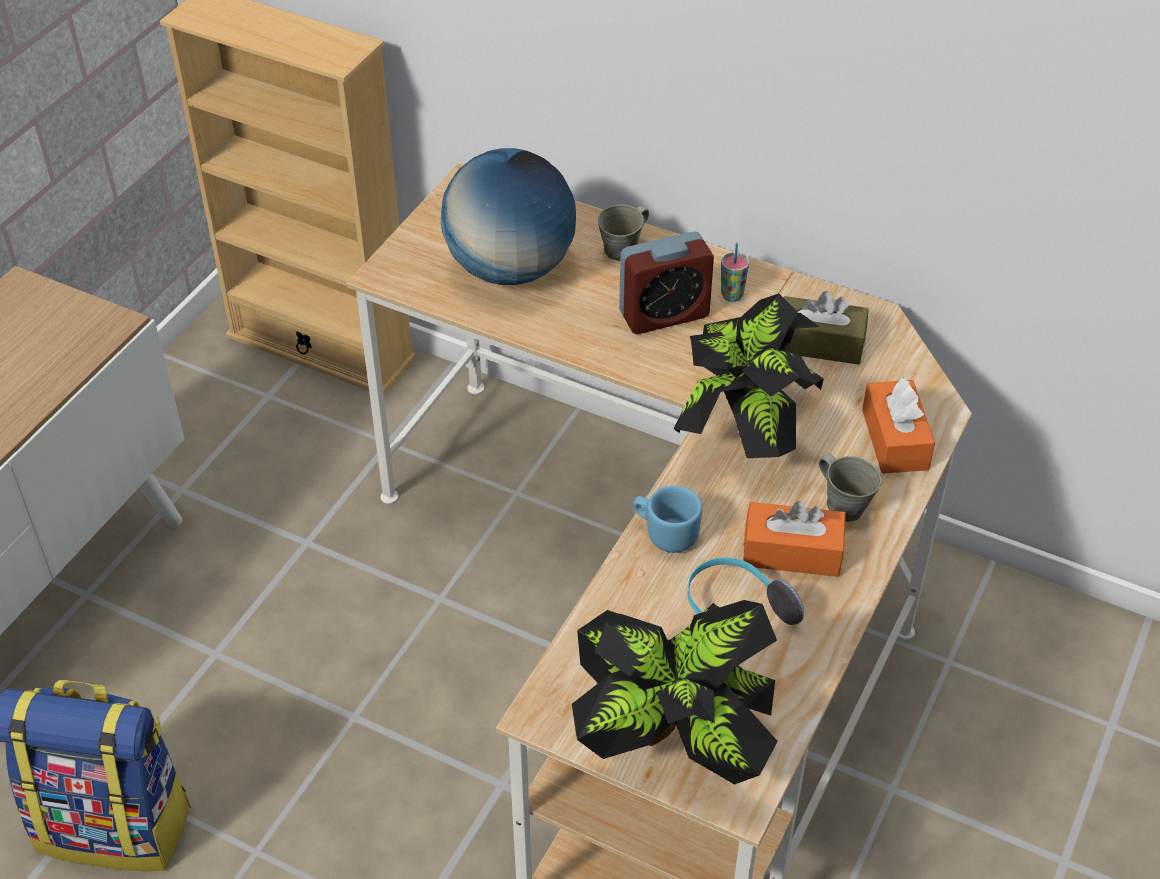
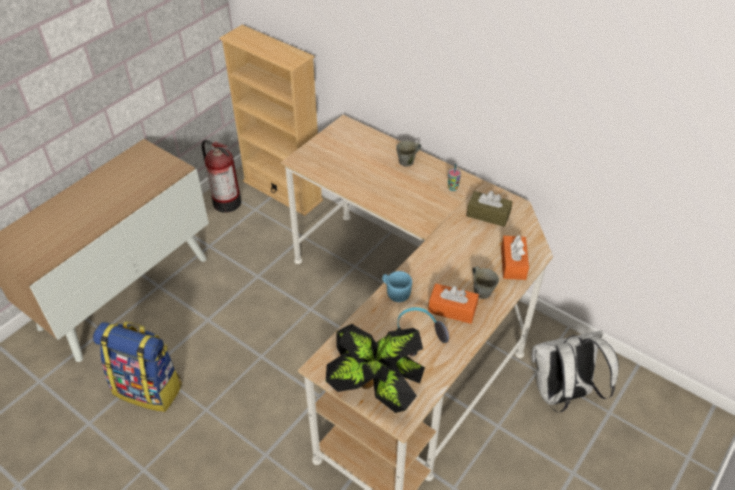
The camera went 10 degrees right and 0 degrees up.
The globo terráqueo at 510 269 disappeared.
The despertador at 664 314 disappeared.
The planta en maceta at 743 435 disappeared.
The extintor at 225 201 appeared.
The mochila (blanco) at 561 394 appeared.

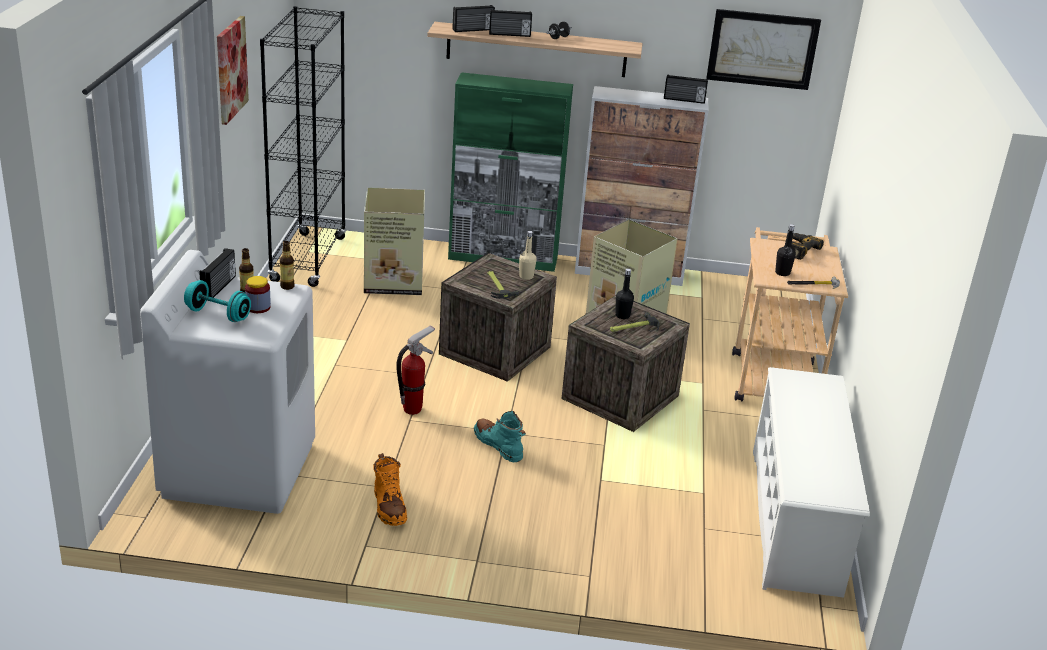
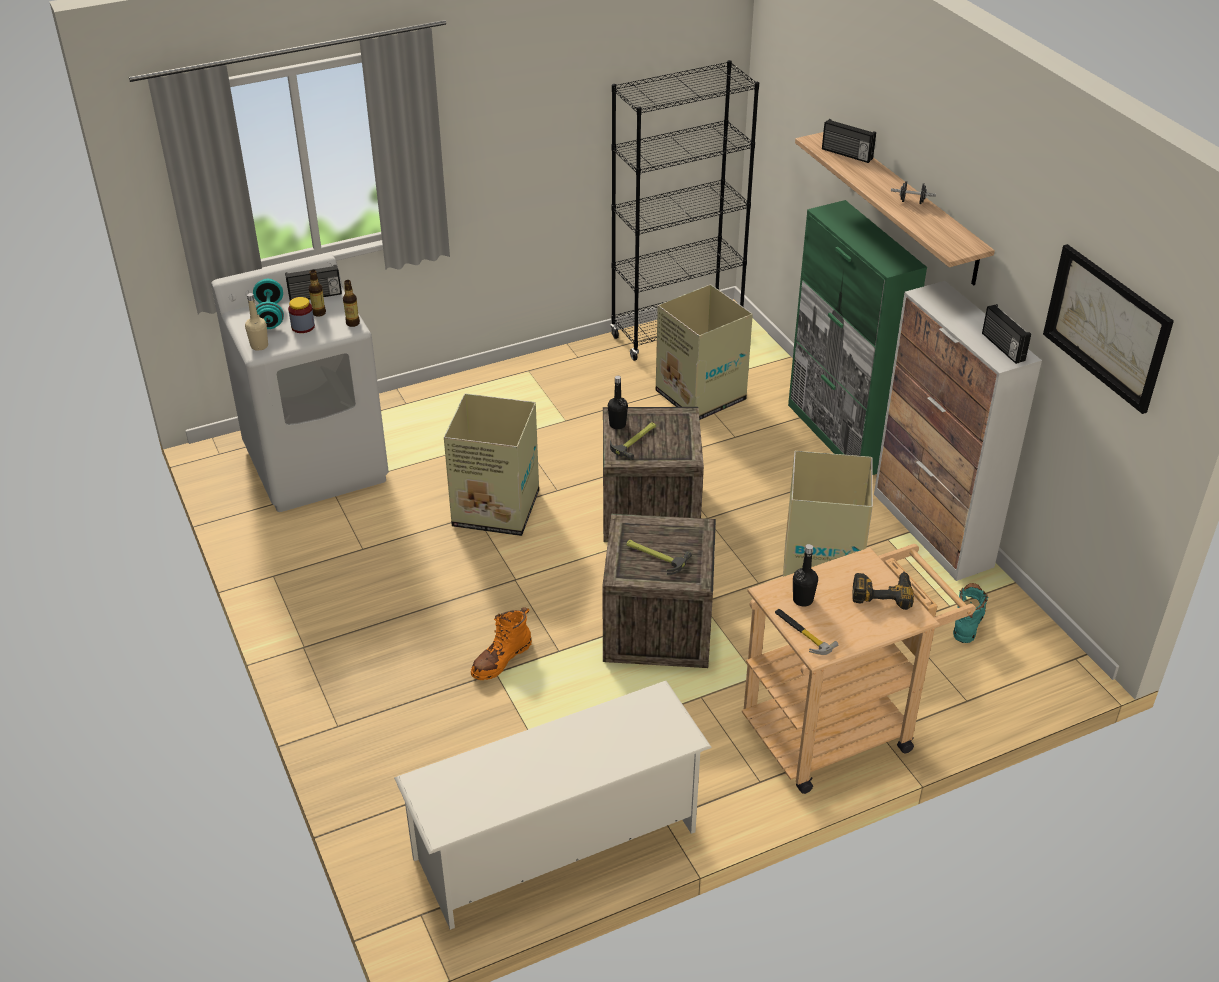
The camera went 60 degrees right and 10 degrees up.
The cuadro at 230 69 disappeared.
The bota (naranja) moved from 389 507 to 501 659.
The extintor at 413 409 was replaced by the caja de cartón at 494 508.
The bota (turquesa) moved from 498 445 to 968 618.
The radio at 509 34 disappeared.
The botella (beis) moved from 526 276 to 259 346.
The botella (negro) moved from 622 315 to 617 424.

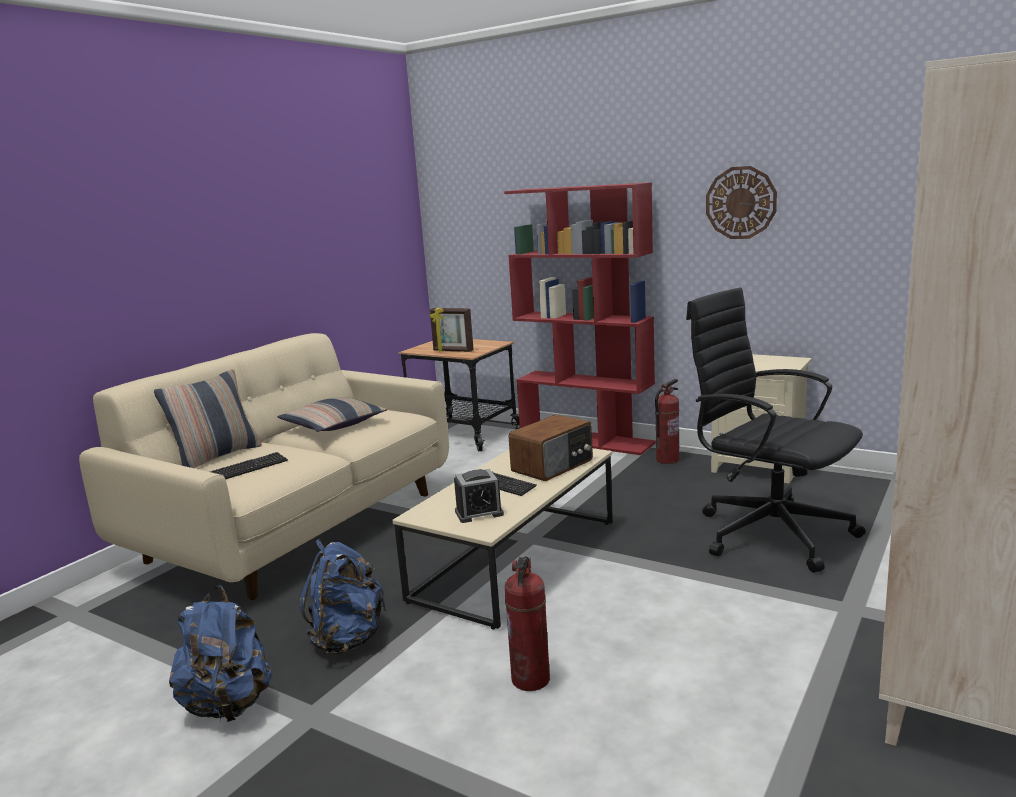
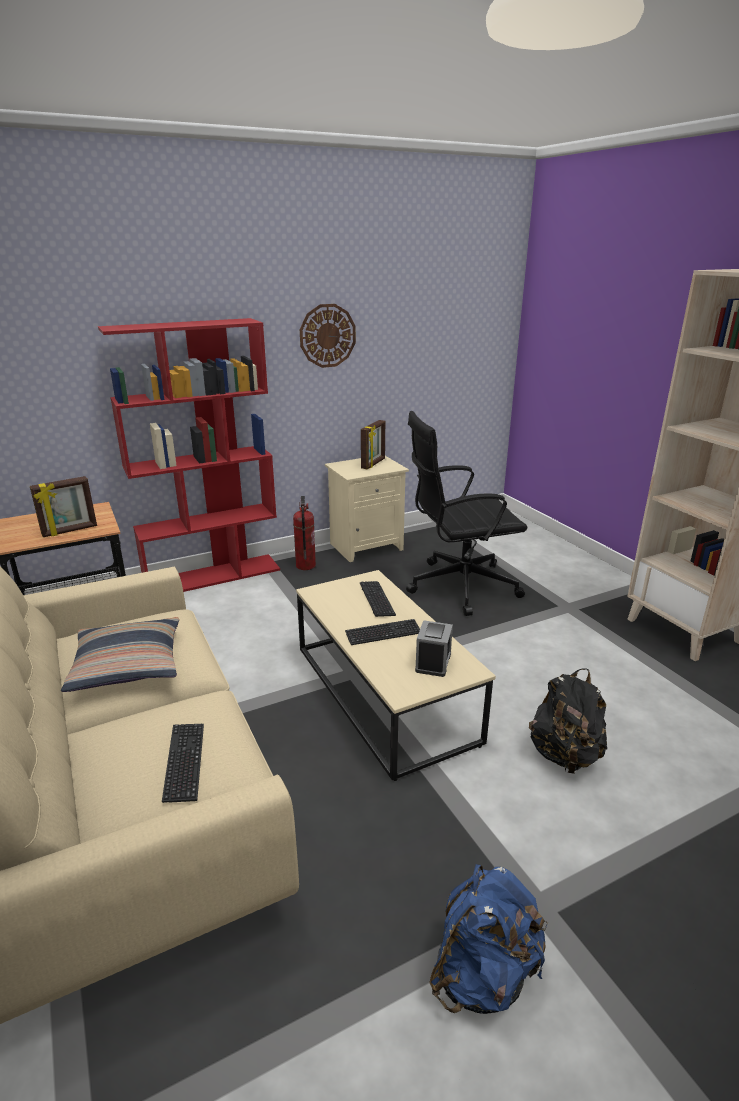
The camera went 60 degrees left and 10 degrees up.
The cojín at 217 457 disappeared.
The mochila (azul) at 347 639 disappeared.
The extintor at 531 680 was replaced by the mochila (negro) at 564 755.
The radio at 553 466 was replaced by the teclado at 377 600.
The portarretratos at 373 464 appeared.

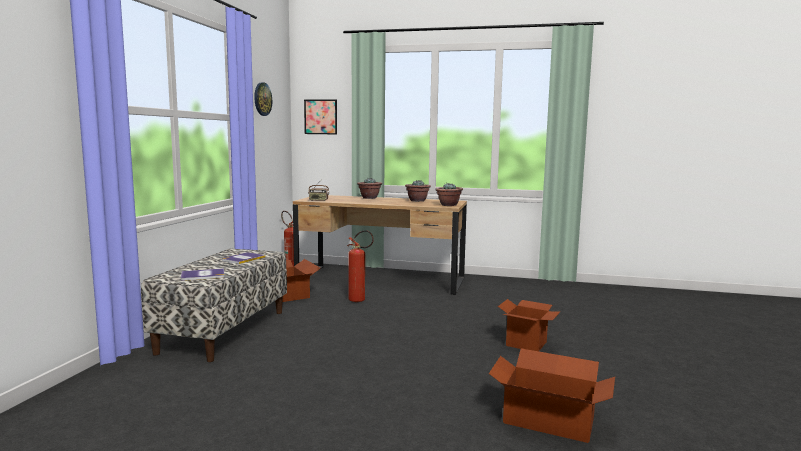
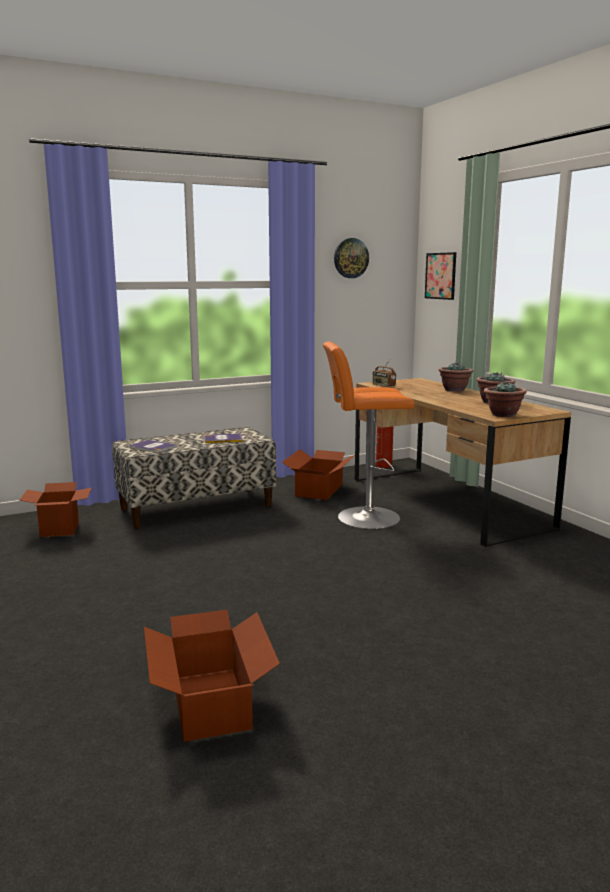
The camera went 50 degrees right and 5 degrees up.
The extintor at 360 300 was replaced by the taburete (naranja) at 364 517.
The caja de cartón moved from 526 344 to 59 529.

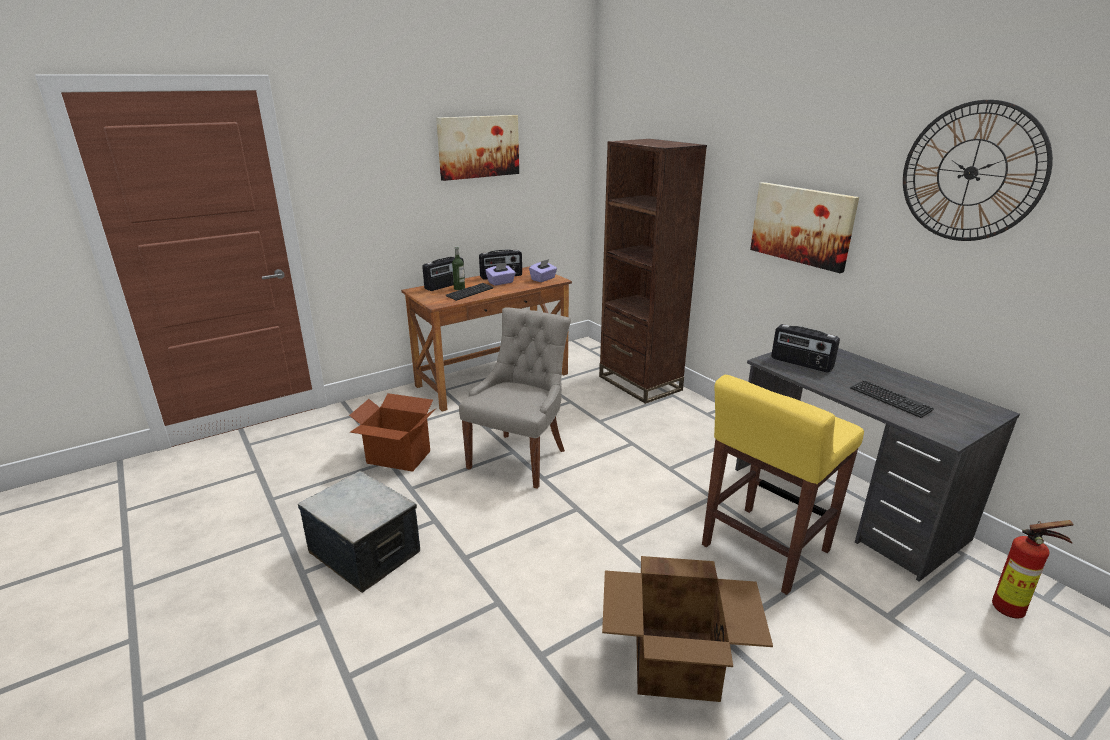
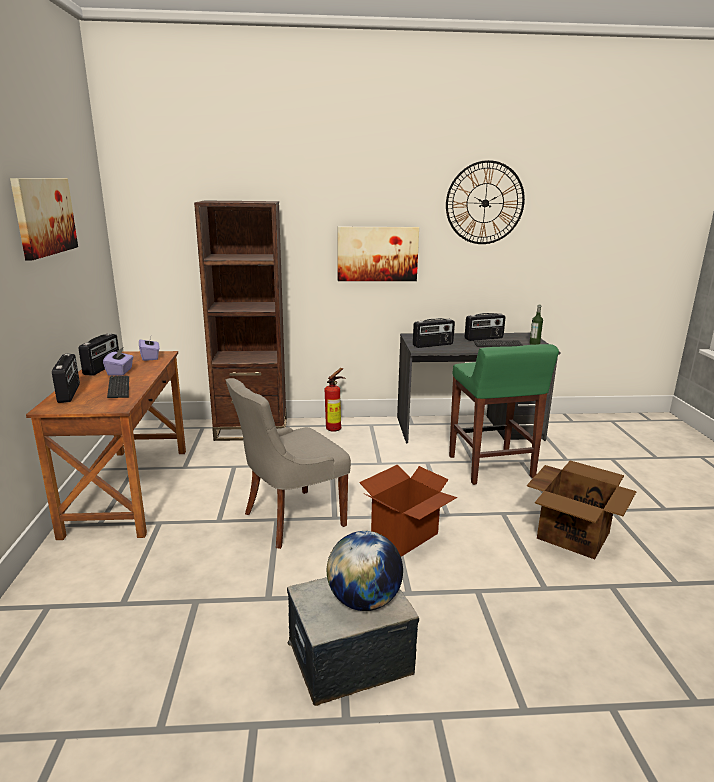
The camera went 60 degrees left and 5 degrees down.
The caja de cartón moved from 398 458 to 405 536.
The botella moved from 459 288 to 534 344.
The silla (gris) at 519 458 turned 90 degrees counterclockwise.
The taburete (amarillo) at 763 549 became the taburete (verde) at 491 467.
The extintor moved from 1013 610 to 335 428.
The globo terráqueo at 364 601 appeared.
The radio at 484 338 appeared.

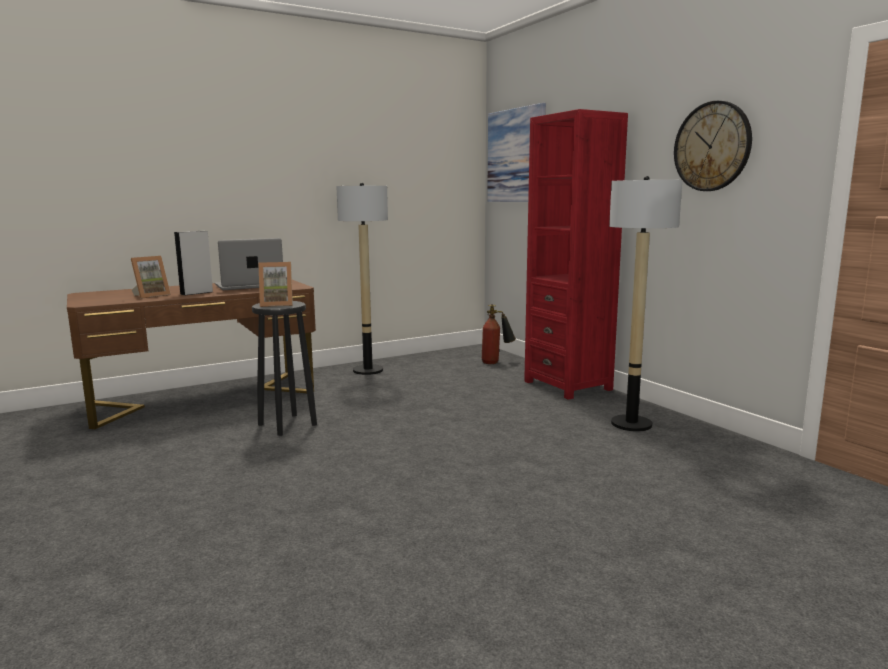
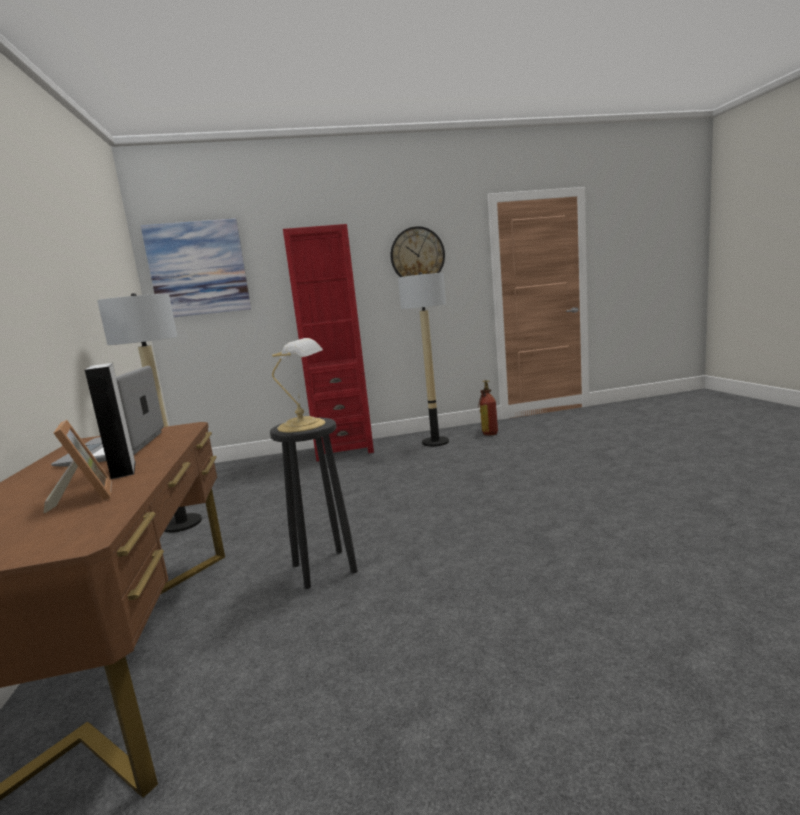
The camera went 70 degrees left and 0 degrees up.
The portarretratos at 277 304 was replaced by the lámpara de mesa at 304 425.
The extintor moved from 496 362 to 488 432.

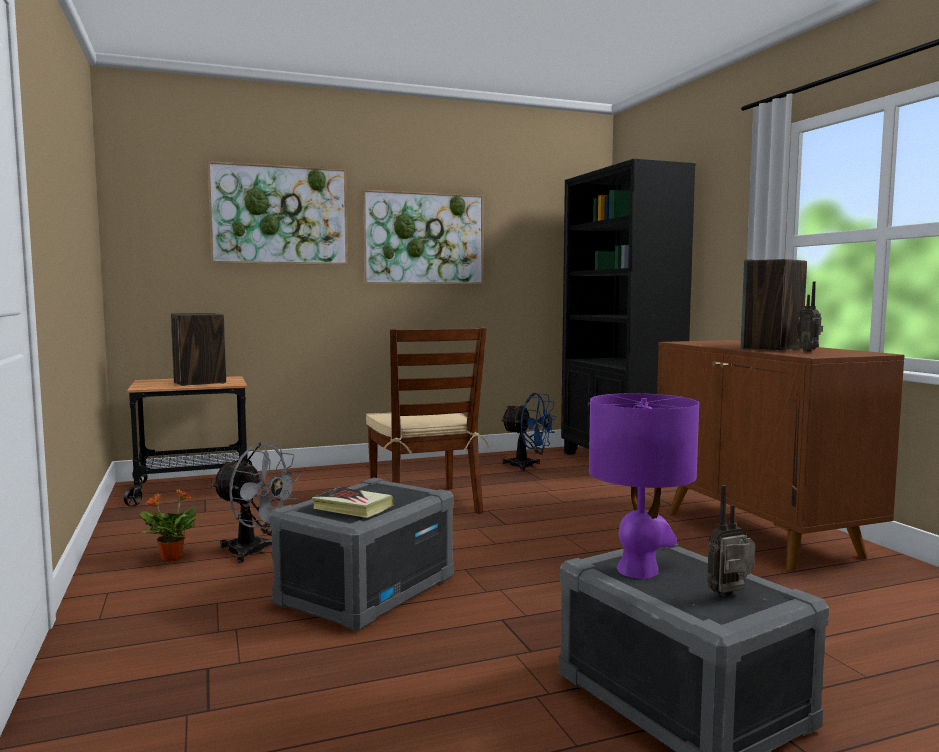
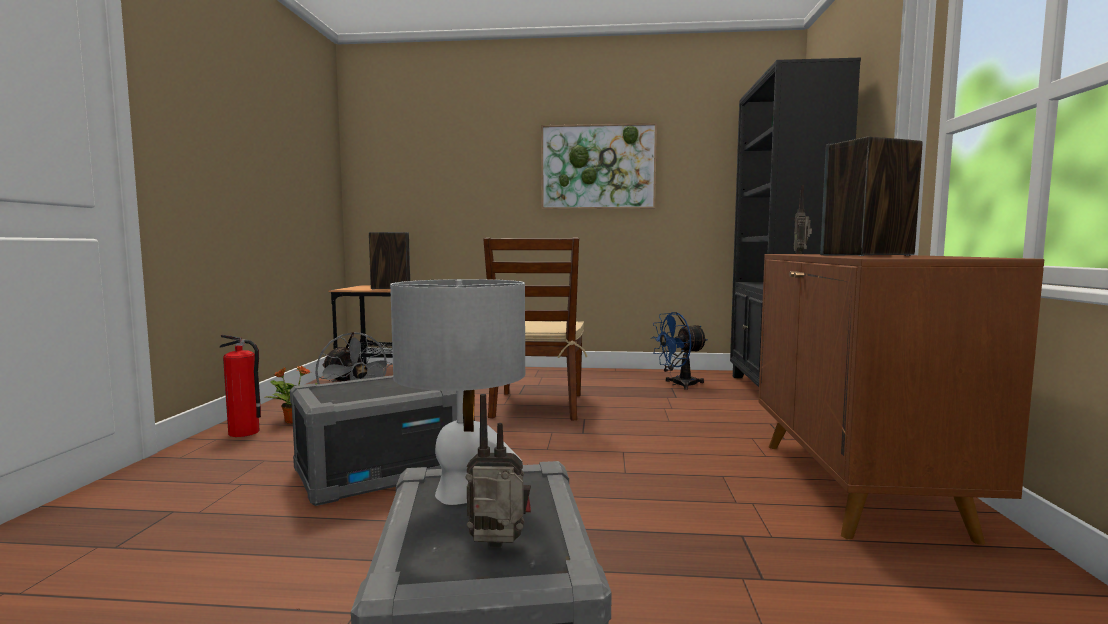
The camera went 25 degrees right and 0 degrees up.
The cuadro at 279 215 disappeared.
The libro at 352 508 disappeared.
The ventilador (azul) at 528 466 turned 105 degrees clockwise.
The lámpara de mesa (morado) at 639 570 became the lámpara de mesa (gris) at 462 493.
The radio moved from 809 351 to 801 253.
The extintor at 244 432 appeared.

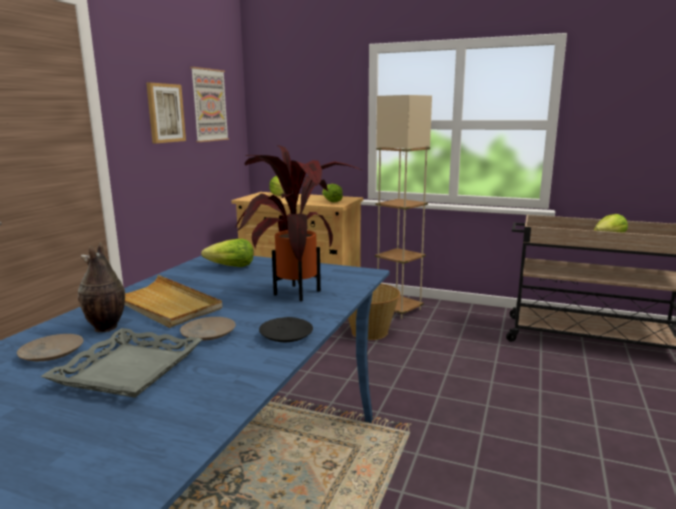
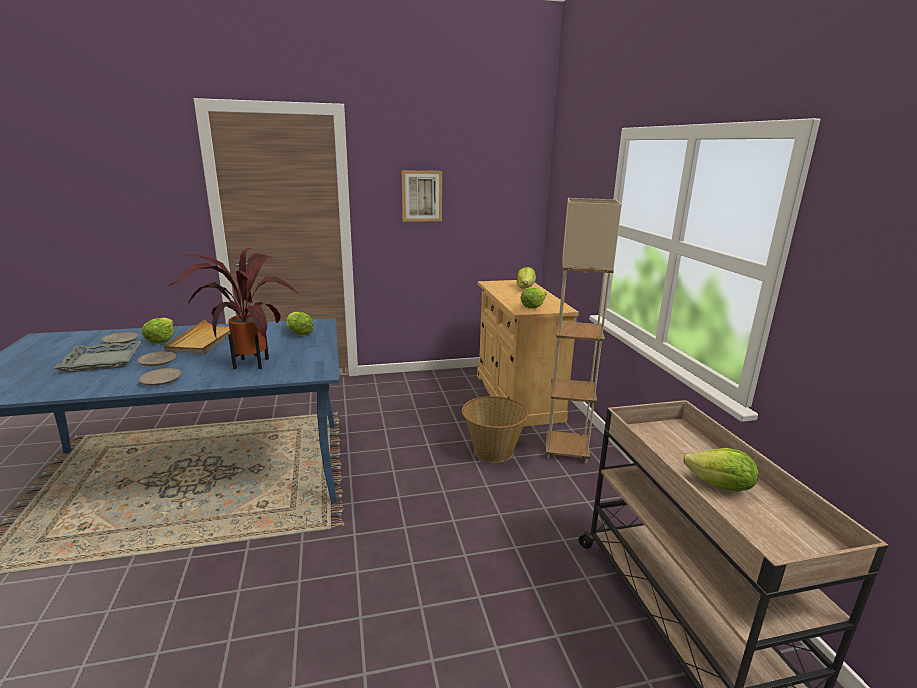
The camera went 55 degrees right and 5 degrees up.
The florero at 105 328 was replaced by the lechuga at 161 340.
The cuadro at 209 105 disappeared.
The plato (negro) at 286 335 became the plato (beis) at 162 381.

